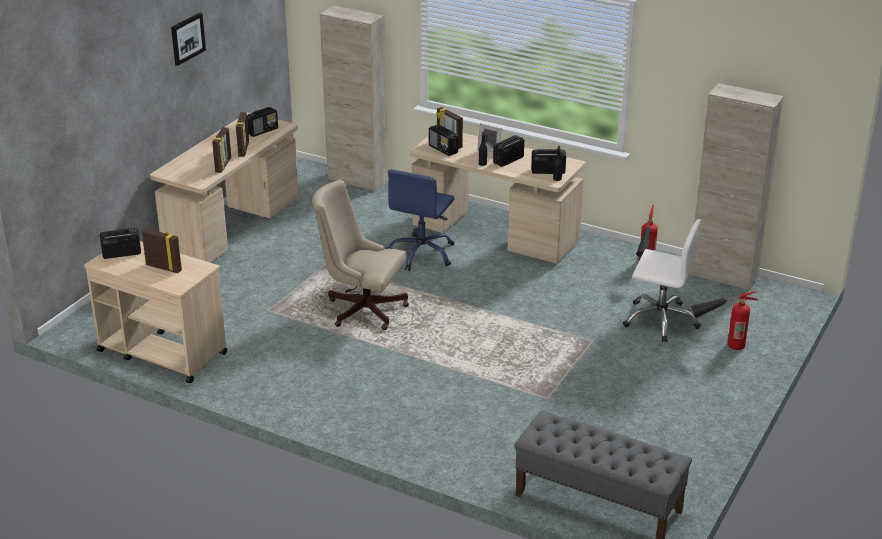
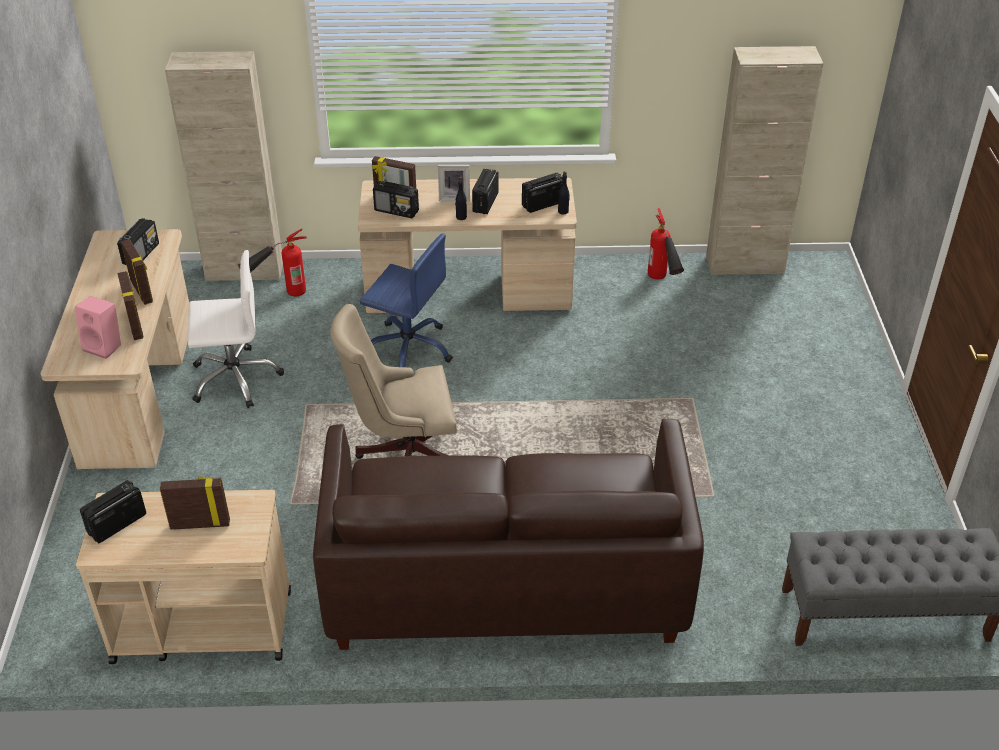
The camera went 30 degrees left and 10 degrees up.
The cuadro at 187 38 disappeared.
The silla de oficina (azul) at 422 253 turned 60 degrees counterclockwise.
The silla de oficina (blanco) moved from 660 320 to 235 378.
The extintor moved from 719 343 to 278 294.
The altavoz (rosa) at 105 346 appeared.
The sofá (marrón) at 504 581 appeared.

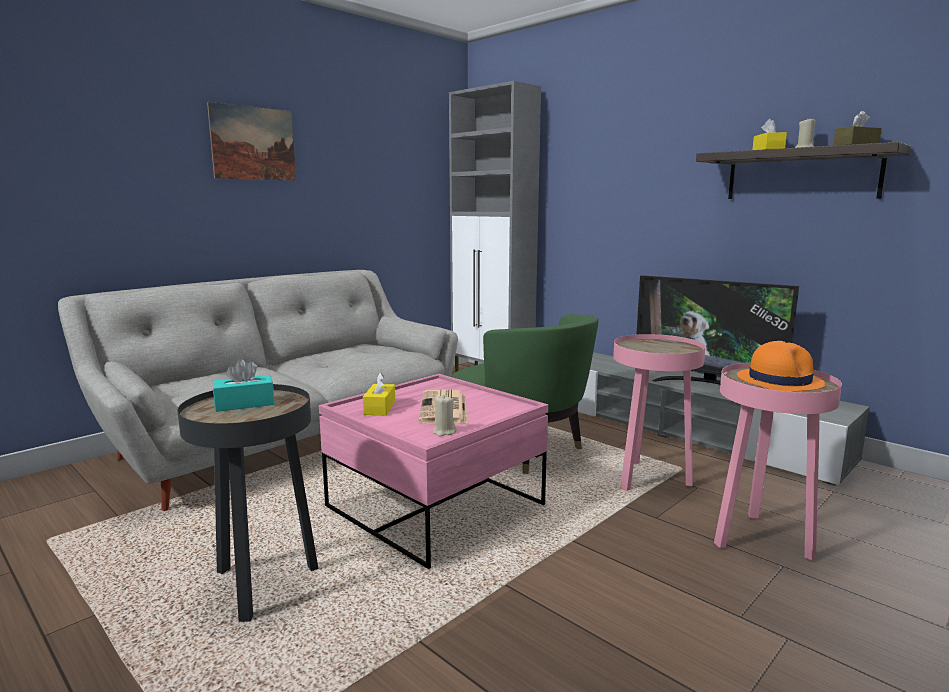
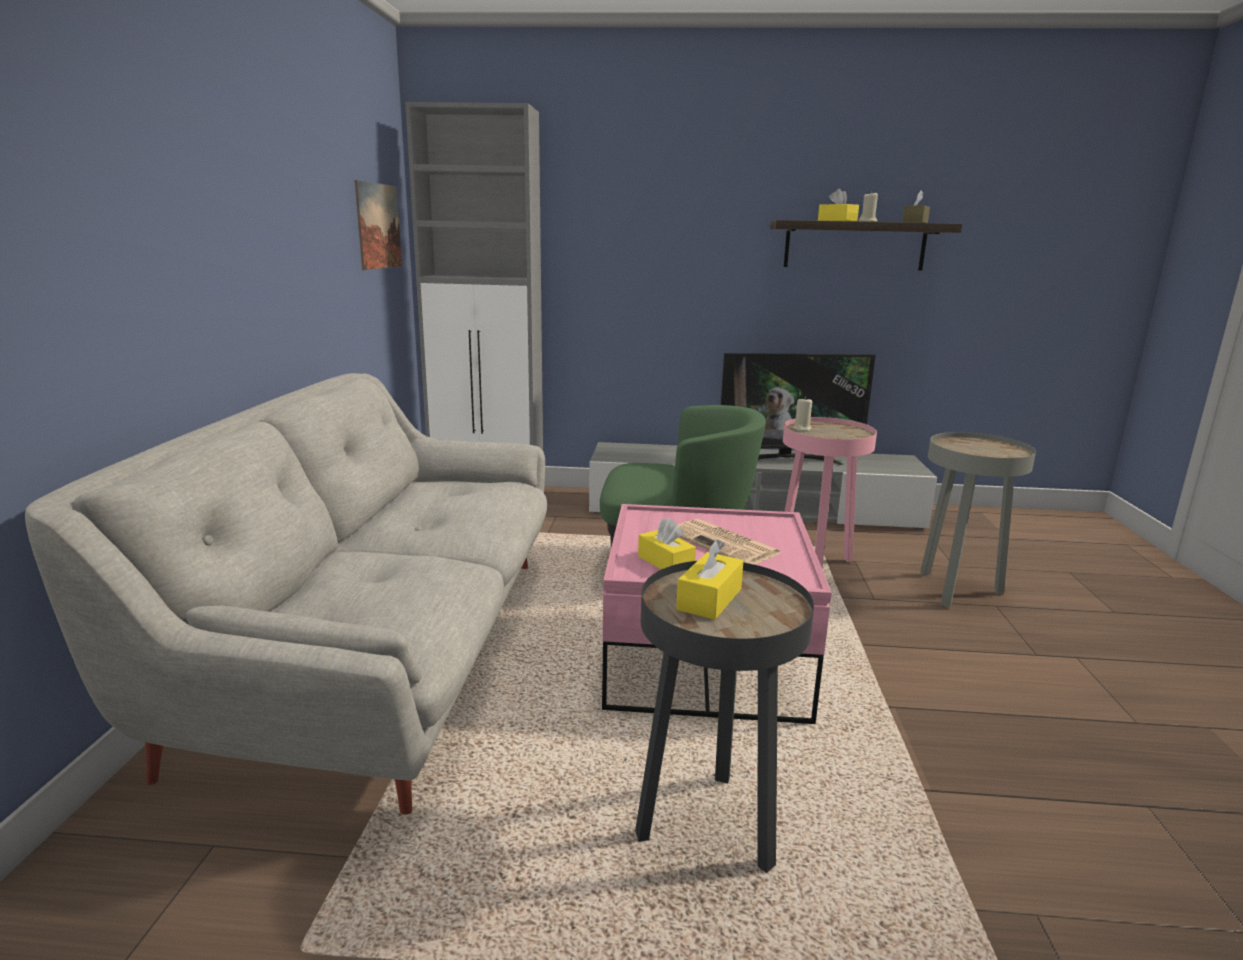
The camera went 40 degrees left and 5 degrees up.
The cuadro moved from 253 143 to 378 226.
The caja de pañuelos (turquesa) at 244 404 became the caja de pañuelos (amarillo) at 709 599.
The vela (beis) moved from 444 432 to 802 429.
The mesa auxiliar (rosa) at 760 540 became the mesa auxiliar (gris) at 956 591.
The sombrero (naranja) at 779 381 disappeared.

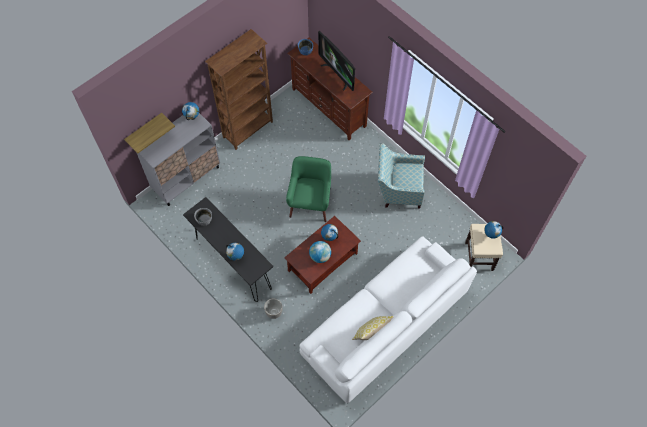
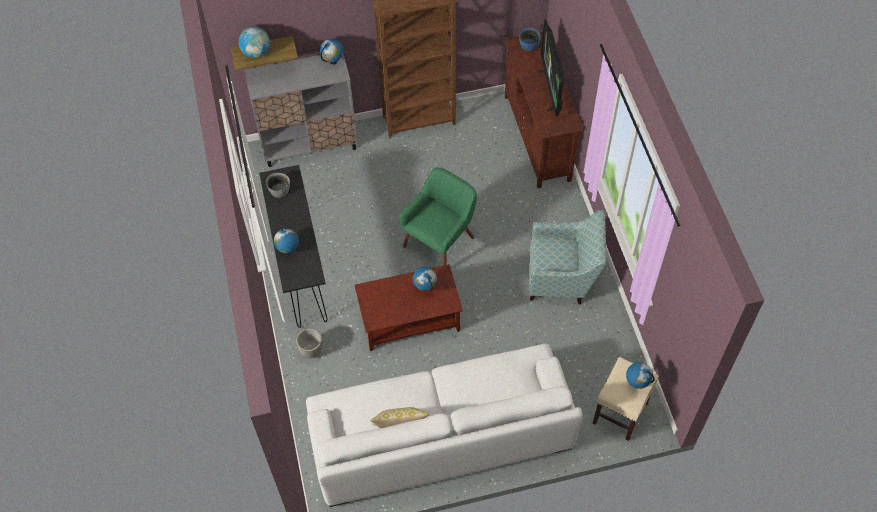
The camera went 30 degrees right and 5 degrees down.
The globo terráqueo moved from 320 256 to 256 52.
The sillón at 398 190 turned 150 degrees clockwise.

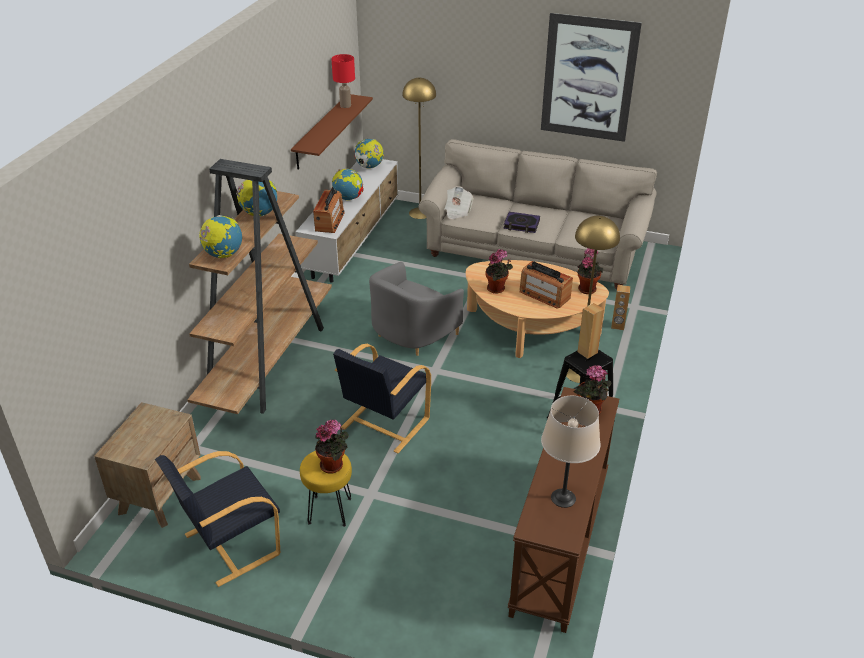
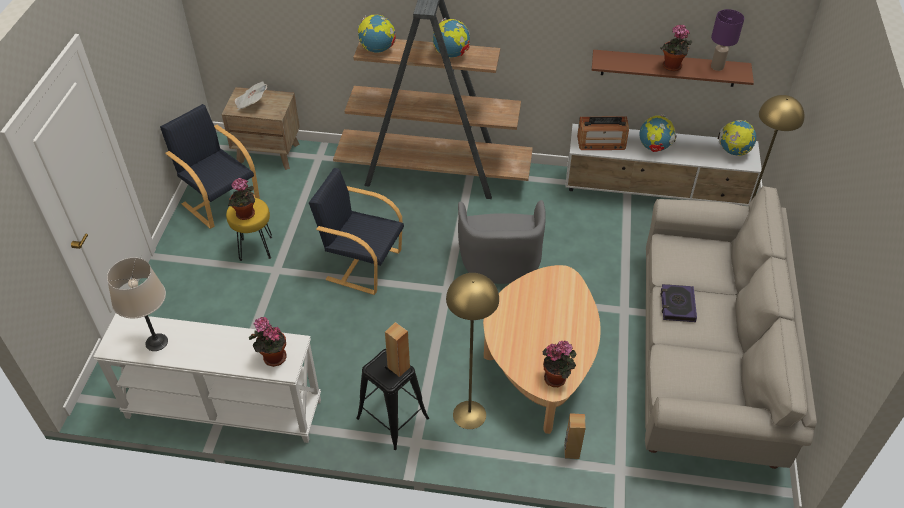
The camera went 80 degrees right and 10 degrees up.
The lámpara de mesa (rojo) at 345 105 became the lámpara de mesa (morado) at 717 66.
The sillón (gris) at 412 334 turned 120 degrees counterclockwise.
The periódico moved from 456 211 to 251 103.
The planta en maceta moved from 497 289 to 671 67.
The mesa consola (marrón) at 561 542 became the mesa consola (blanco) at 223 410.
The radio at 544 295 disappeared.
The cuadro at 588 78 disappeared.

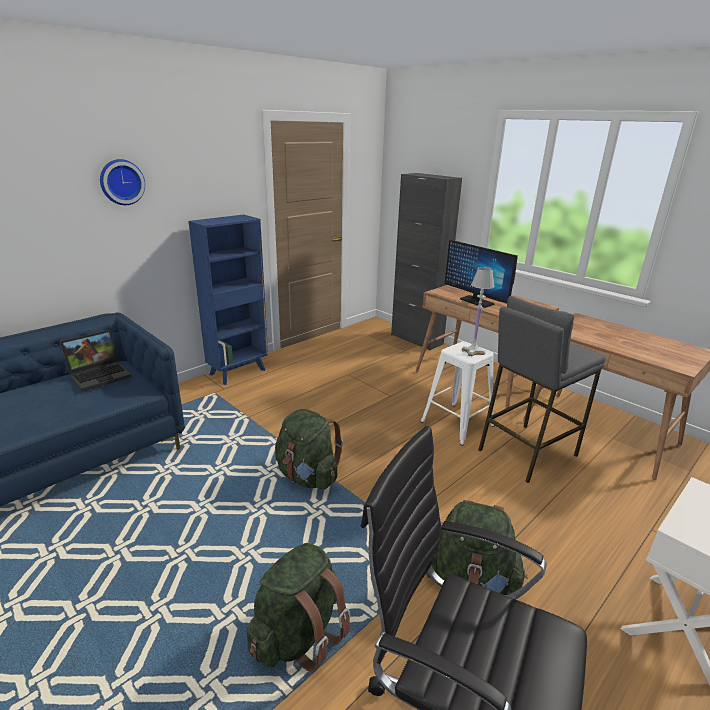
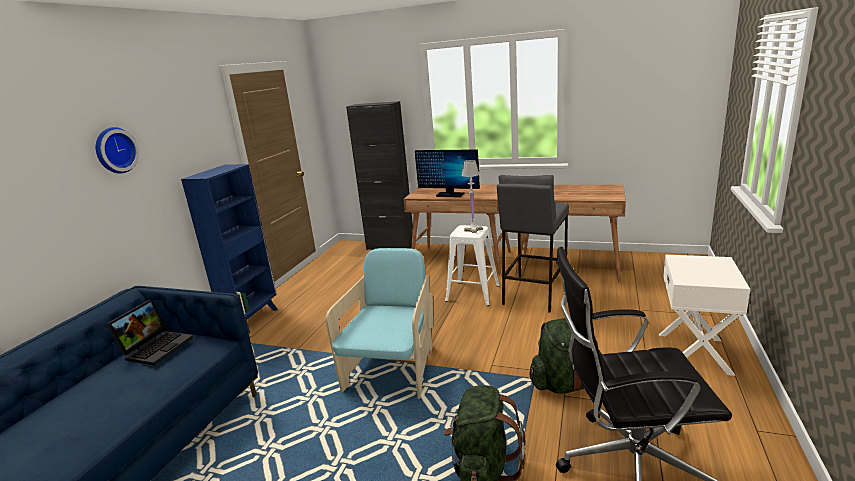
The camera went 25 degrees left and 5 degrees down.
The mochila (verde) at 307 476 was replaced by the sillón (turquesa) at 392 370.

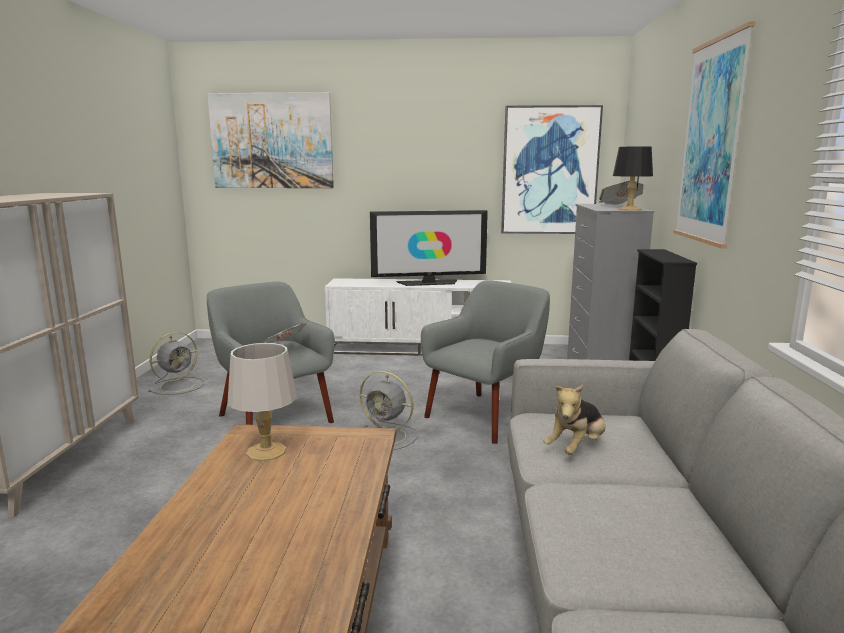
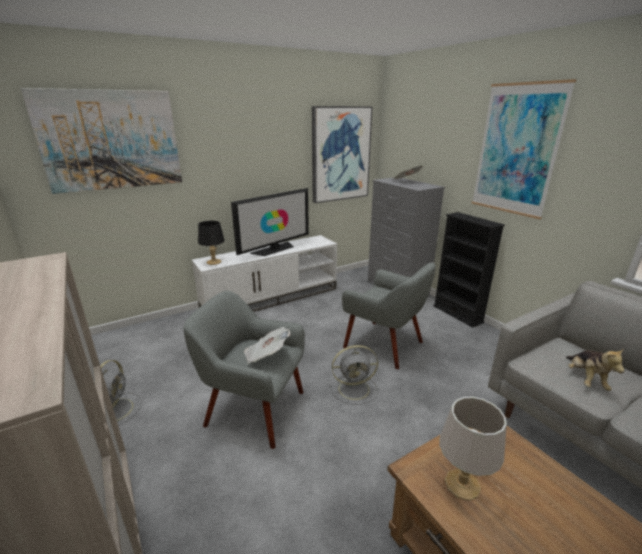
The camera went 35 degrees left and 10 degrees up.
The sillón (gris) at 486 415 turned 120 degrees clockwise.
The lámpara de mesa (negro) moved from 629 209 to 213 262.

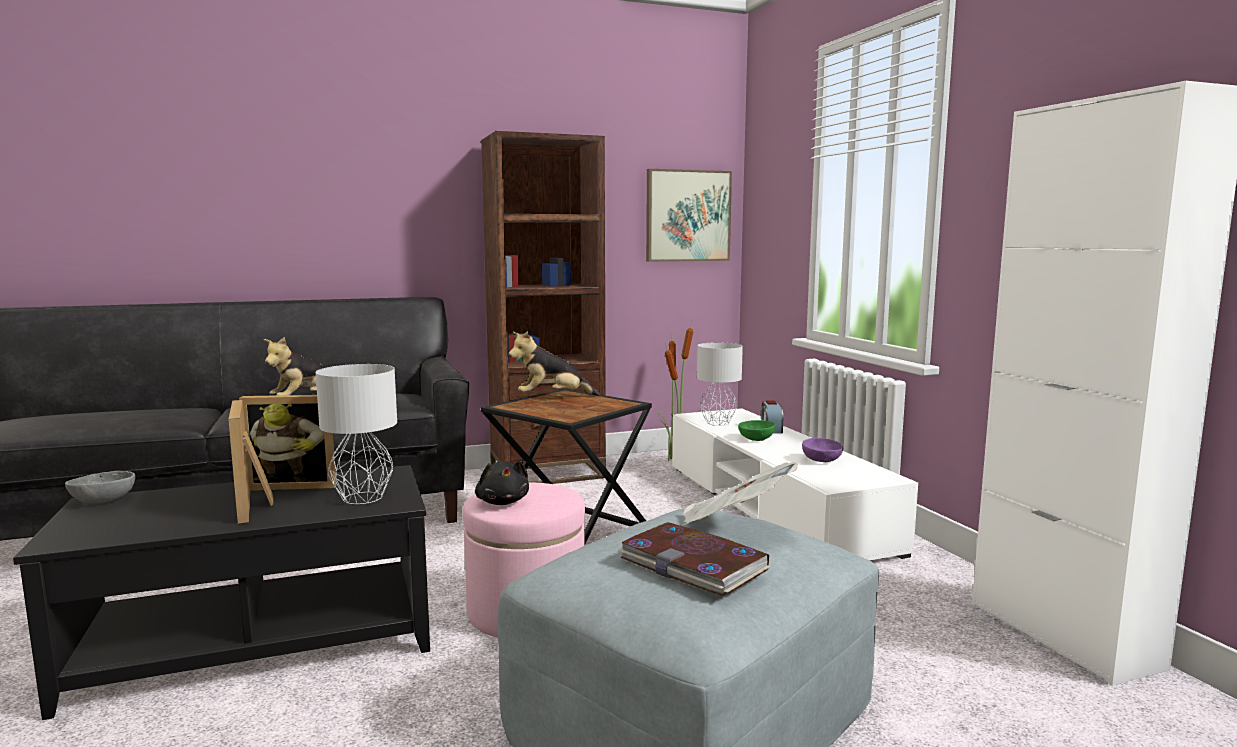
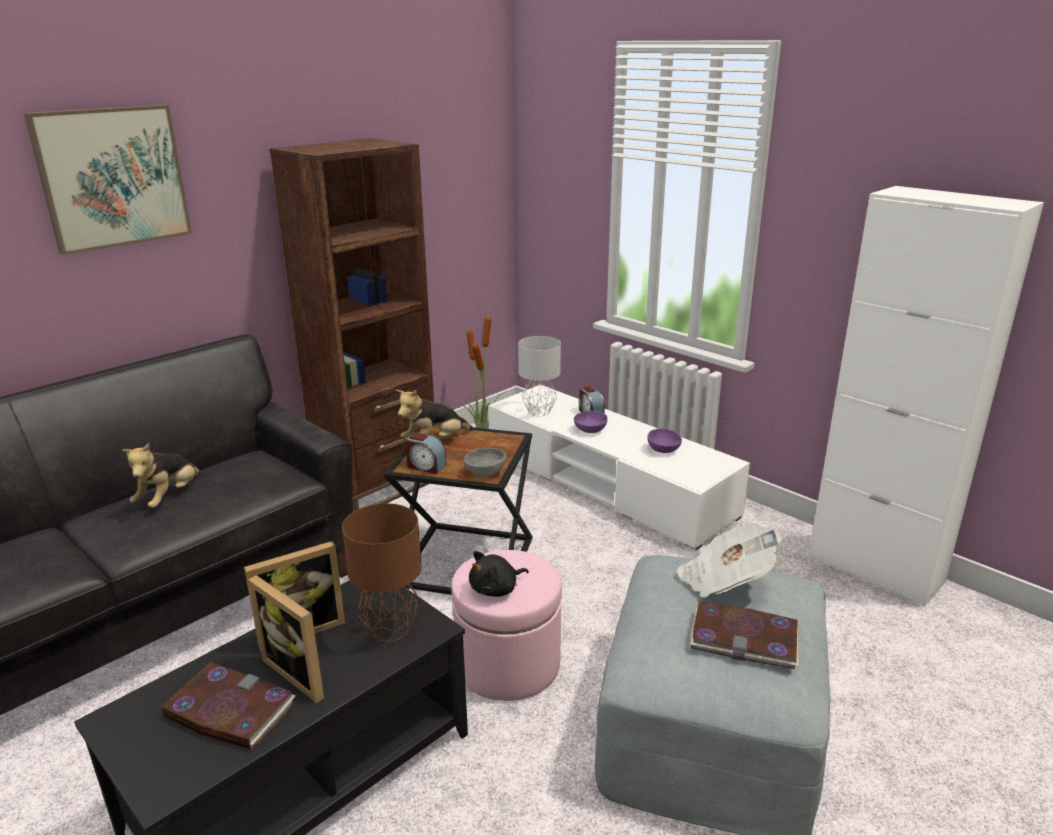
The camera went 25 degrees left and 15 degrees up.
The cuenco (gris) moved from 102 500 to 484 472.
The lámpara de mesa (gris) at 362 498 became the lámpara de mesa (marrón) at 391 630.
The peluche (negro) at 502 502 turned 105 degrees clockwise.
The cuadro moved from 687 216 to 112 177.
The cuenco (verde) at 755 439 became the cuenco (morado) at 590 430.
The libro at 229 710 appeared.
The despertador at 425 466 appeared.

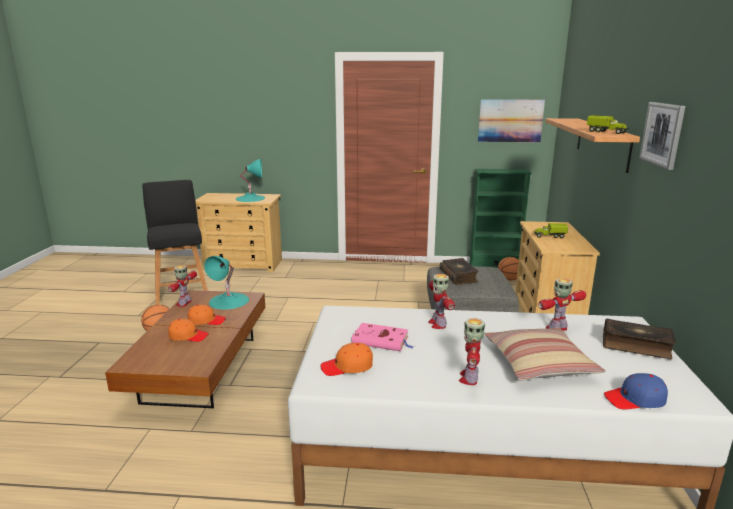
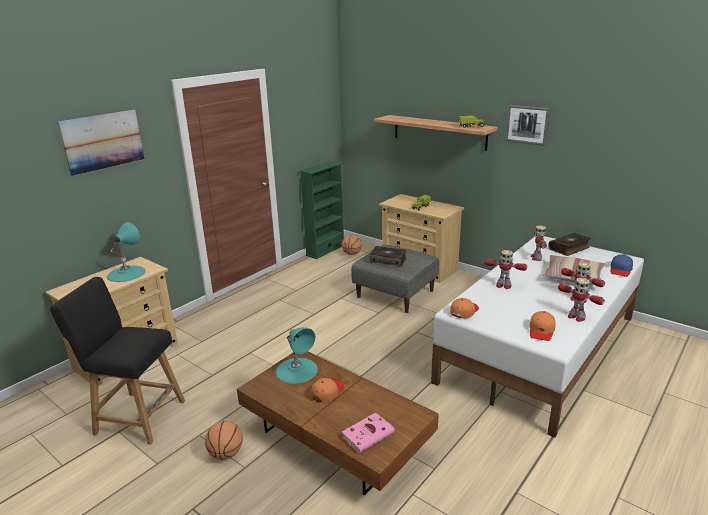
The camera went 55 degrees left and 5 degrees up.
The robot de juguete moved from 184 303 to 576 317.
The gorra (naranja) moved from 188 336 to 464 311.
The libro (rosa) moved from 382 341 to 369 434.
The cuadro moved from 510 120 to 103 141.

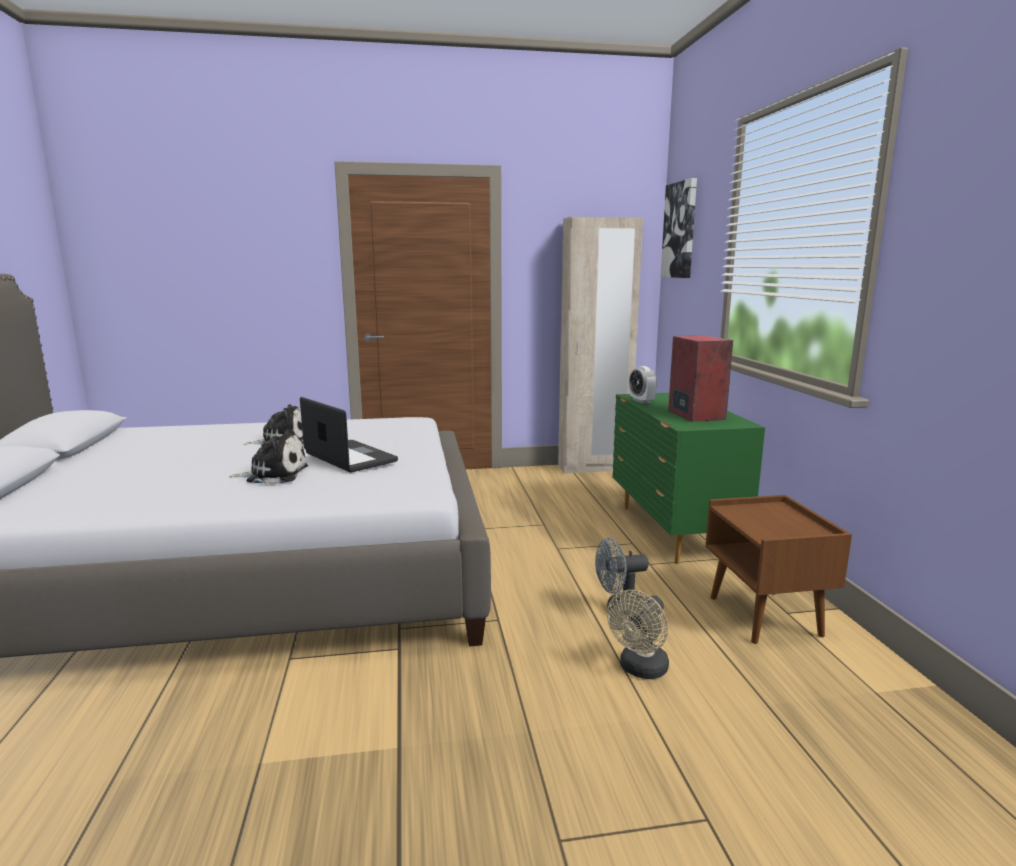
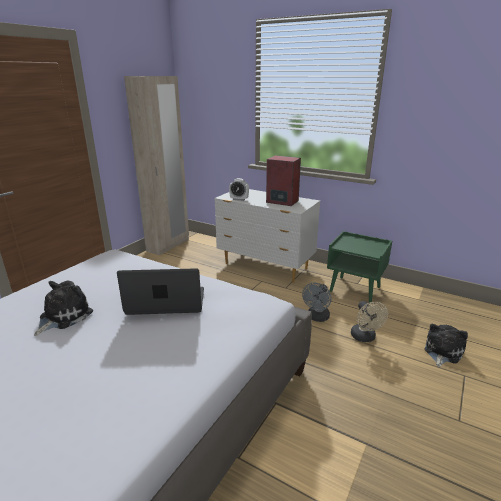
The camera went 50 degrees left and 10 degrees up.
The peluche moved from 274 475 to 442 352.
The cómoda (verde) at 673 532 became the cómoda (blanco) at 266 266.
The cuadro at 680 230 disappeared.
The mesita de noche (marrón) at 766 617 became the mesita de noche (verde) at 355 289.

